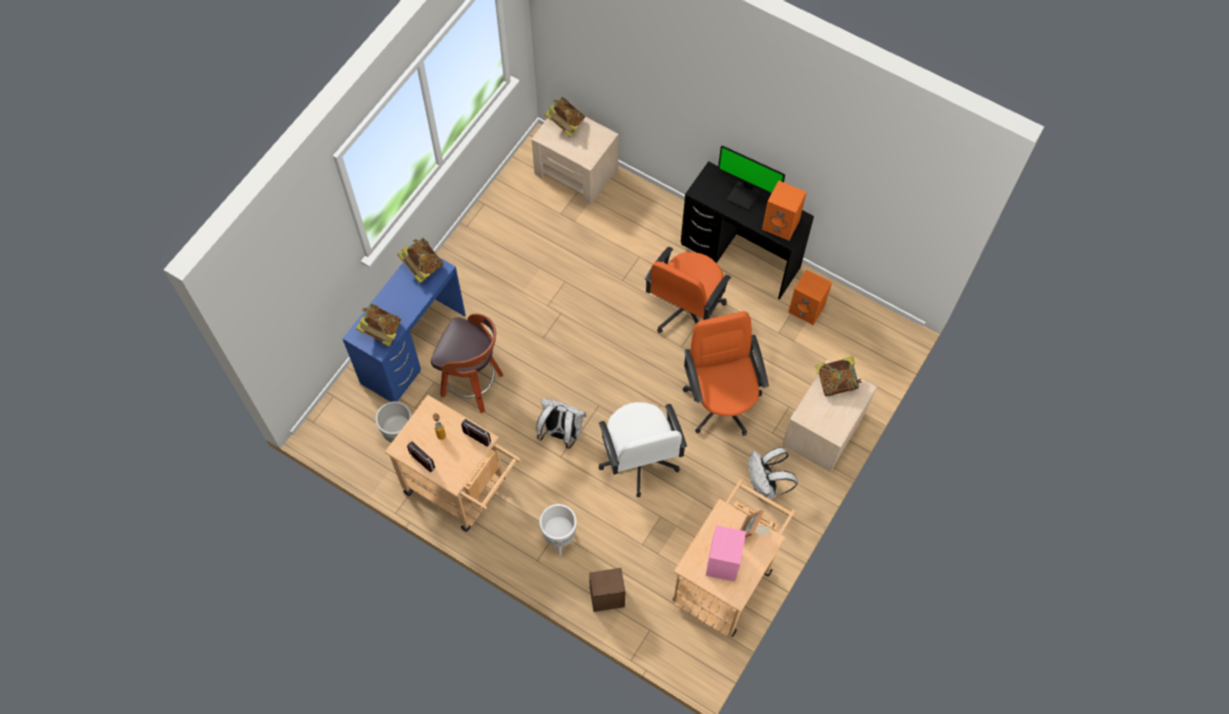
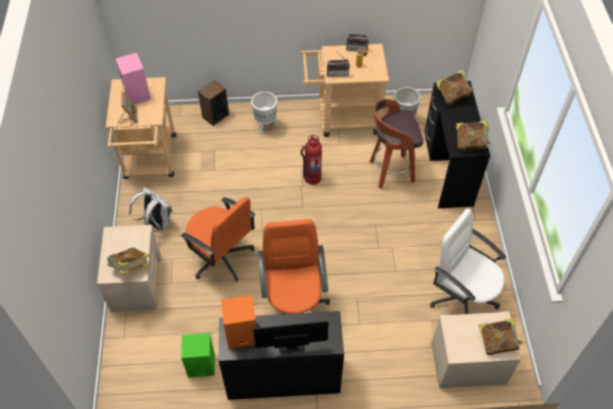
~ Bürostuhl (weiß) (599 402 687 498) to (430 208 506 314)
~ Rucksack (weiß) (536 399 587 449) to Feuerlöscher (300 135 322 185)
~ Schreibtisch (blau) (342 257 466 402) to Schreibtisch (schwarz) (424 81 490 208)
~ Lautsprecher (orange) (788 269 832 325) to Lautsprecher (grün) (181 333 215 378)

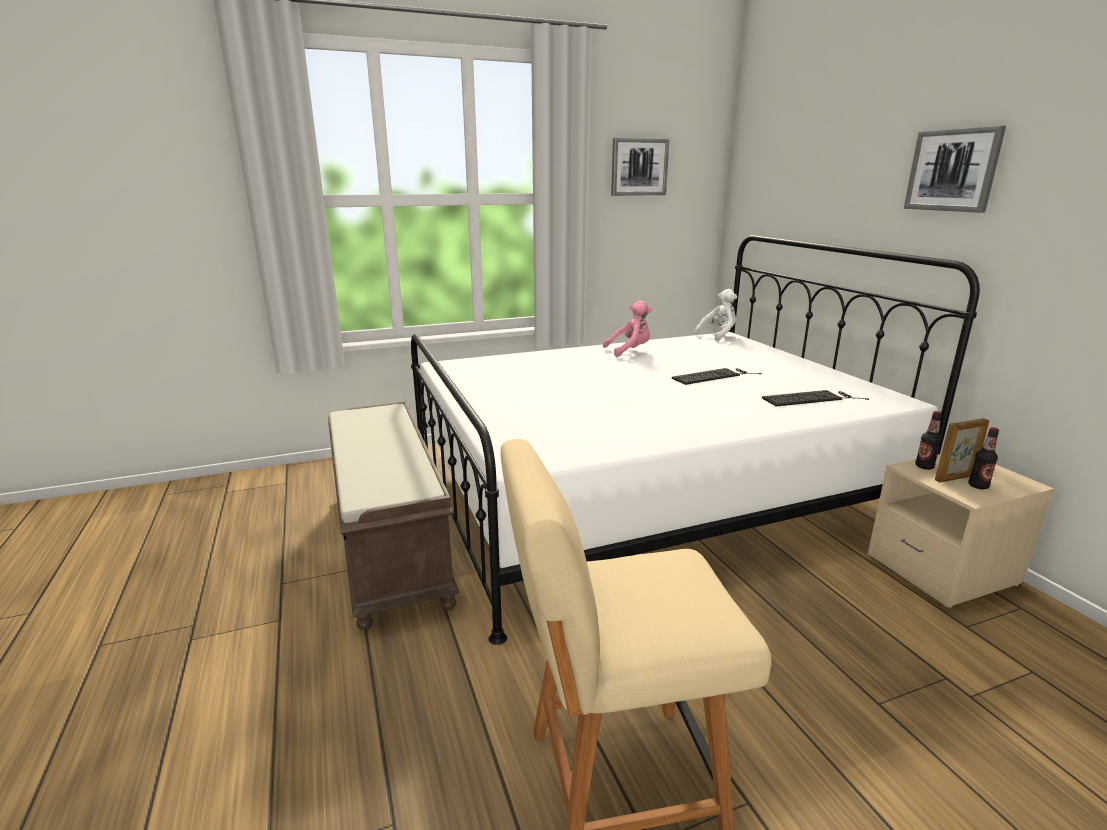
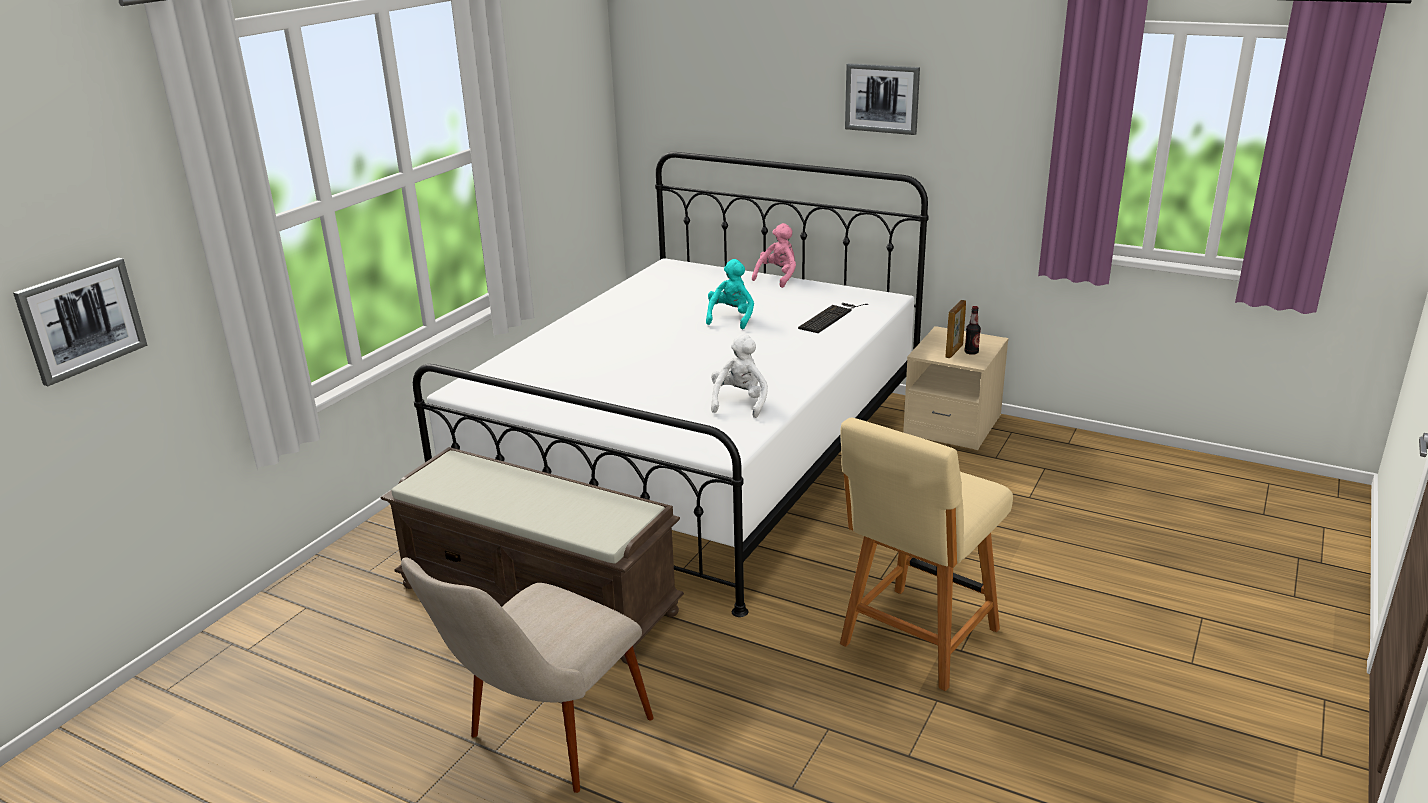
- Flasche (915 411 942 470)
+ Stuhl (beige) (401 558 654 793)
~ Plüschtier (rosa) (603 301 652 357) to (752 223 796 288)
~ Bild (611 138 669 196) to (13 258 147 386)
~ Plüschtier (weiß) (694 289 737 341) to (711 334 768 418)
~ Tastatur (672 368 762 385) to Plüschtier (türkis) (706 259 754 329)

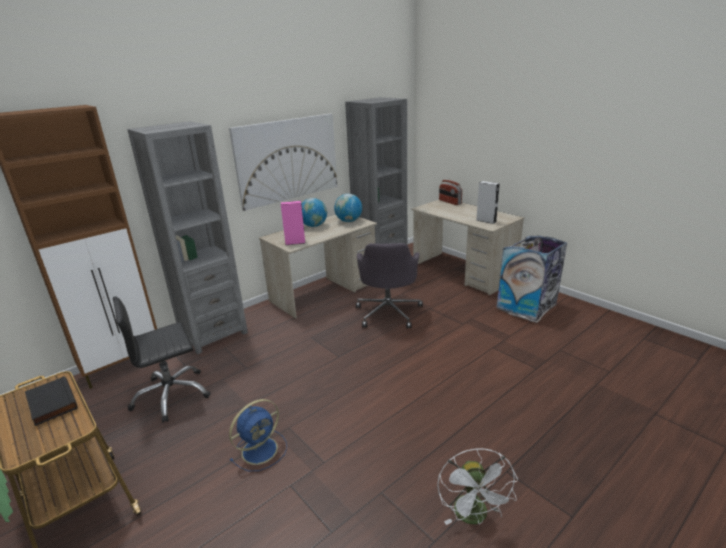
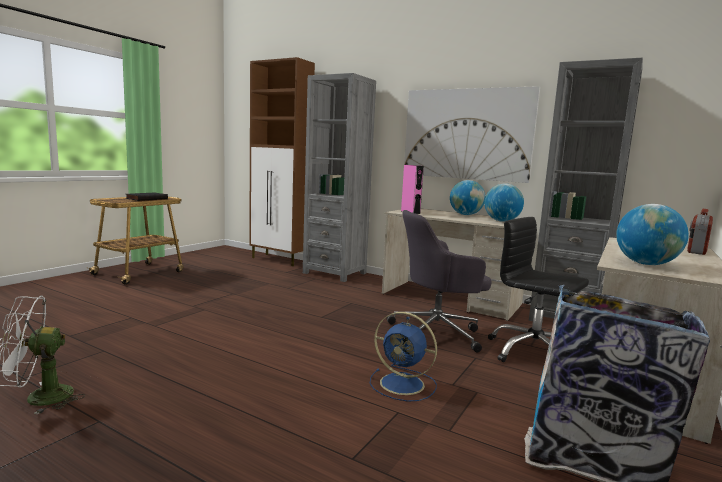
~ Bürostuhl (schwarz) (113 296 211 422) to (488 217 589 362)
~ Ventilator (blau) (229 399 287 471) to (370 312 437 402)
~ Lautsprecher (grau) (476 181 500 224) to Globus (616 204 689 265)

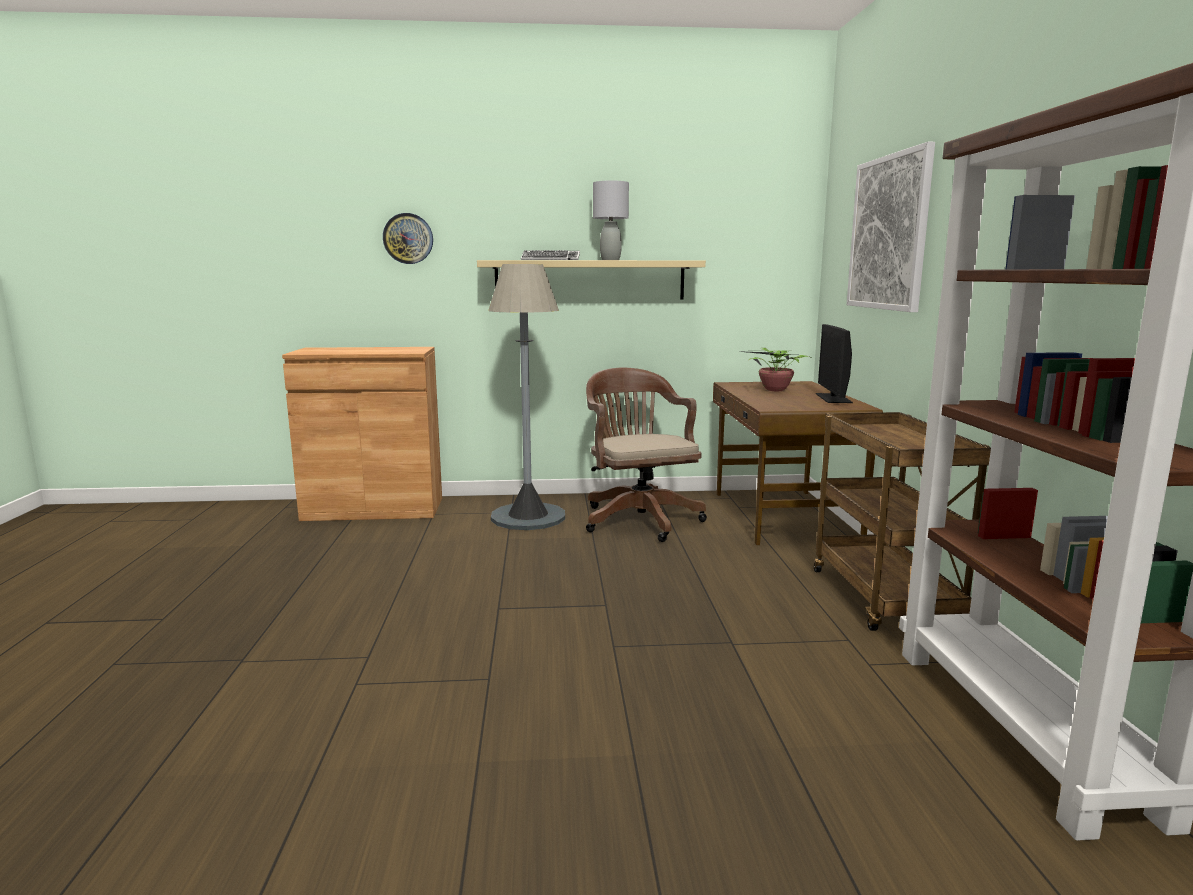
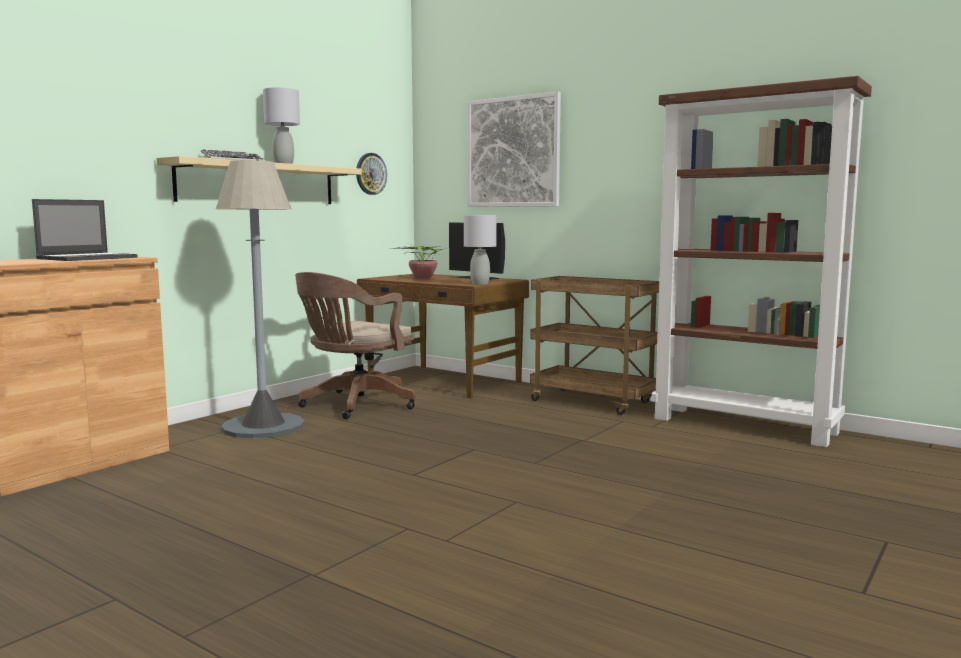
+ Laptop (32 199 138 261)
+ Tischlampe (grau) (464 215 497 285)
~ Wanduhr (383 213 433 264) to (356 153 387 195)
~ Bürostuhl (braun) (586 368 707 542) = (295 272 416 419) 75 degrees counterclockwise

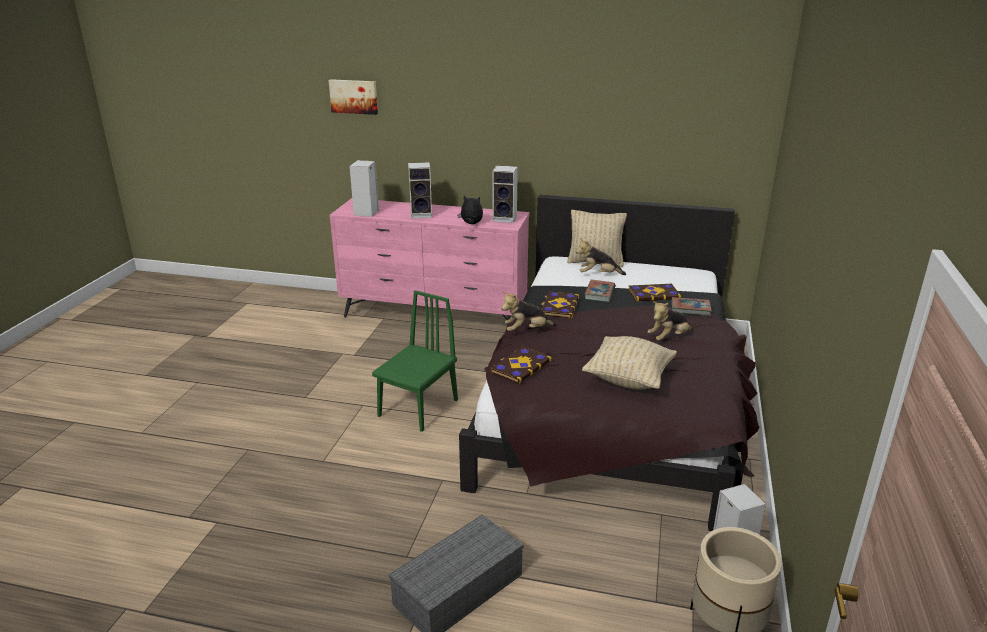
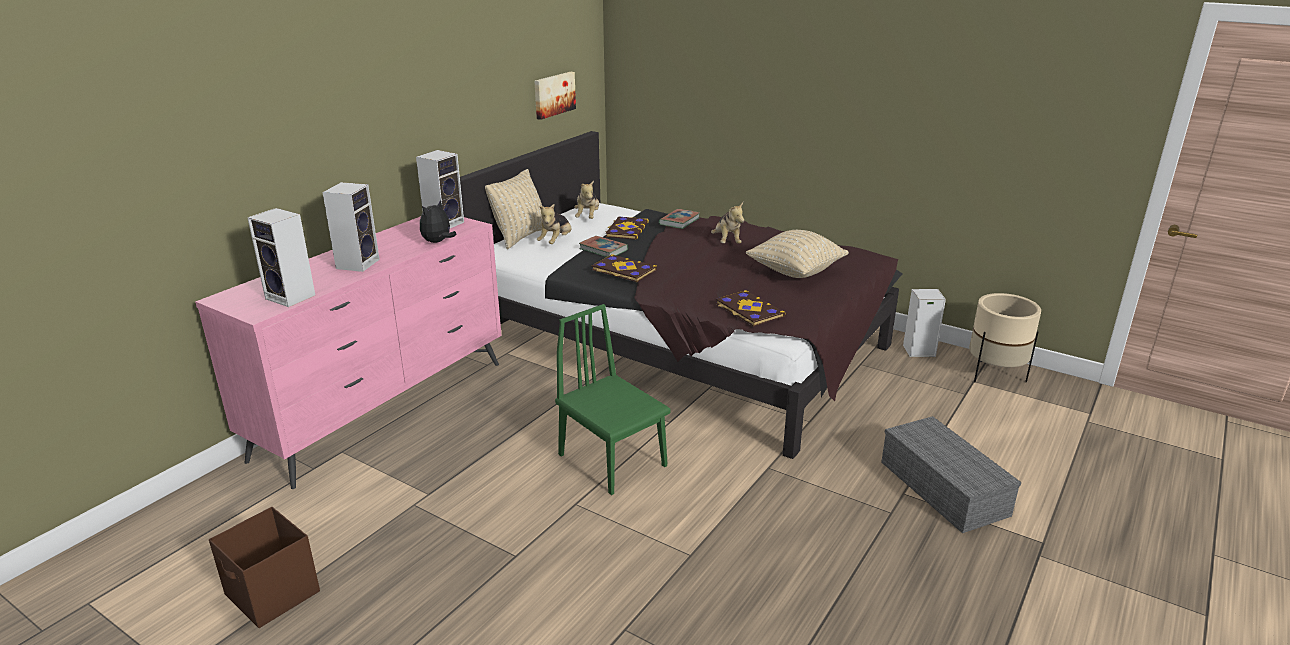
+ Aufbewahrungsbox (braun) (209 507 320 628)
~ Bild (328 79 378 115) to (535 72 576 120)
~ Plüschtier (501 292 557 331) to (574 180 599 219)

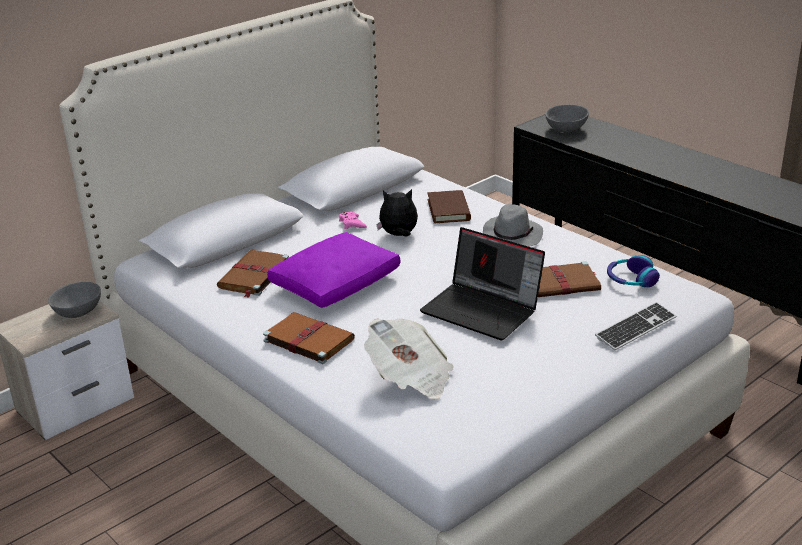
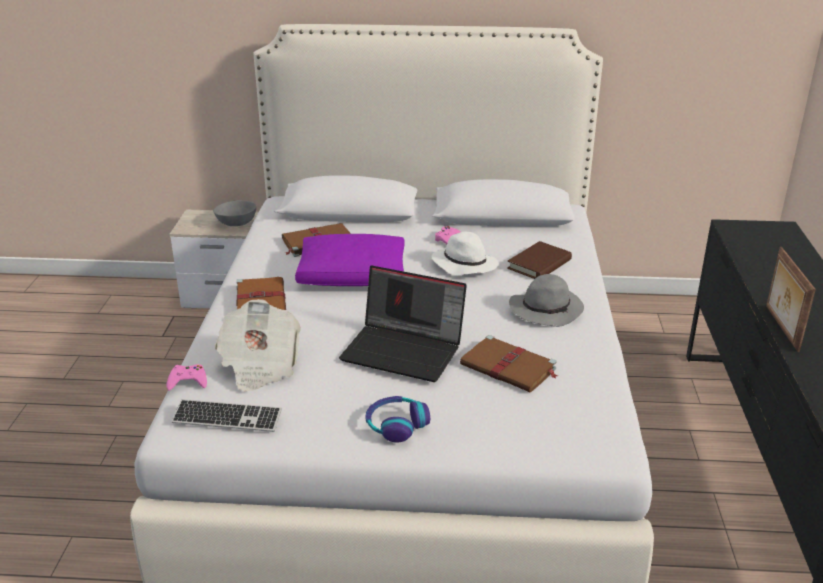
- Schüssel (grau) (545 105 589 132)
+ Gamepad (rosa) (166 364 207 391)
+ Bilderrahmen (766 247 816 352)
~ Tastatur (595 302 676 350) to (172 399 282 432)
~ Kopfhörer (607 255 660 287) to (365 396 430 443)
~ Plüschtier (377 189 418 237) to Hut (weiß) (432 231 499 275)
~ Laptop (420 227 545 340) = (339 265 467 382) 60 degrees counterclockwise

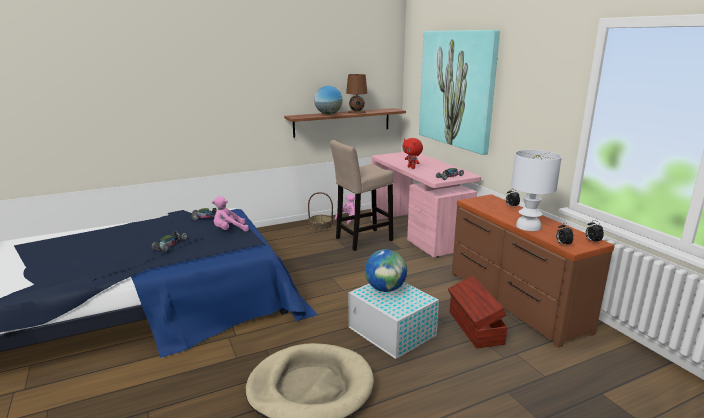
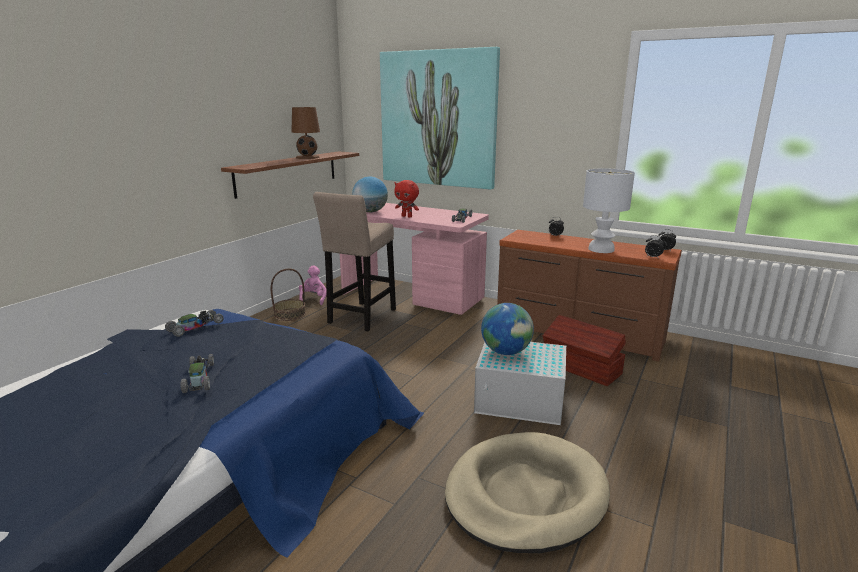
- Plüschtier (rosa) (212 196 249 232)
~ Globus (314 86 343 115) to (352 176 388 212)

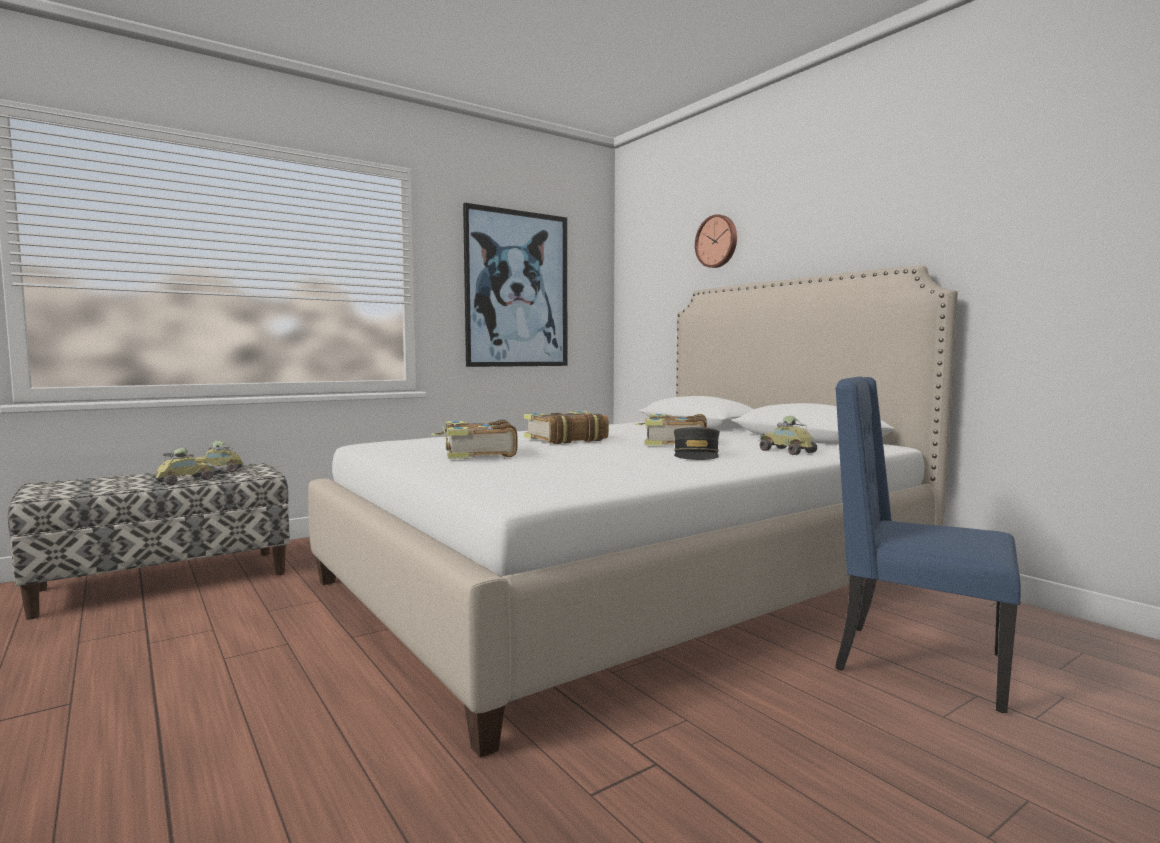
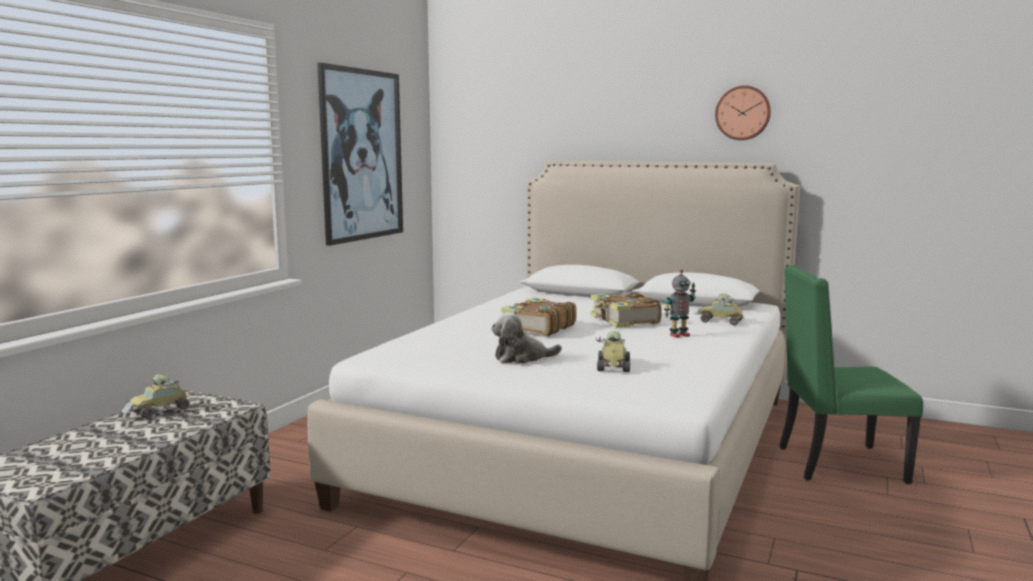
~ Spielzeugauto (155 448 218 485) to (596 331 630 372)
~ Wanduhr (695 214 737 268) to (715 85 771 140)
~ Buch (431 420 518 459) to Plüschtier (491 312 562 364)
~ Kappe (grau) (674 427 720 460) to Spielzeugroboter (664 269 696 338)
~ Stuhl (blau) (835 377 1021 713) to Stuhl (grün) (779 265 923 484)

